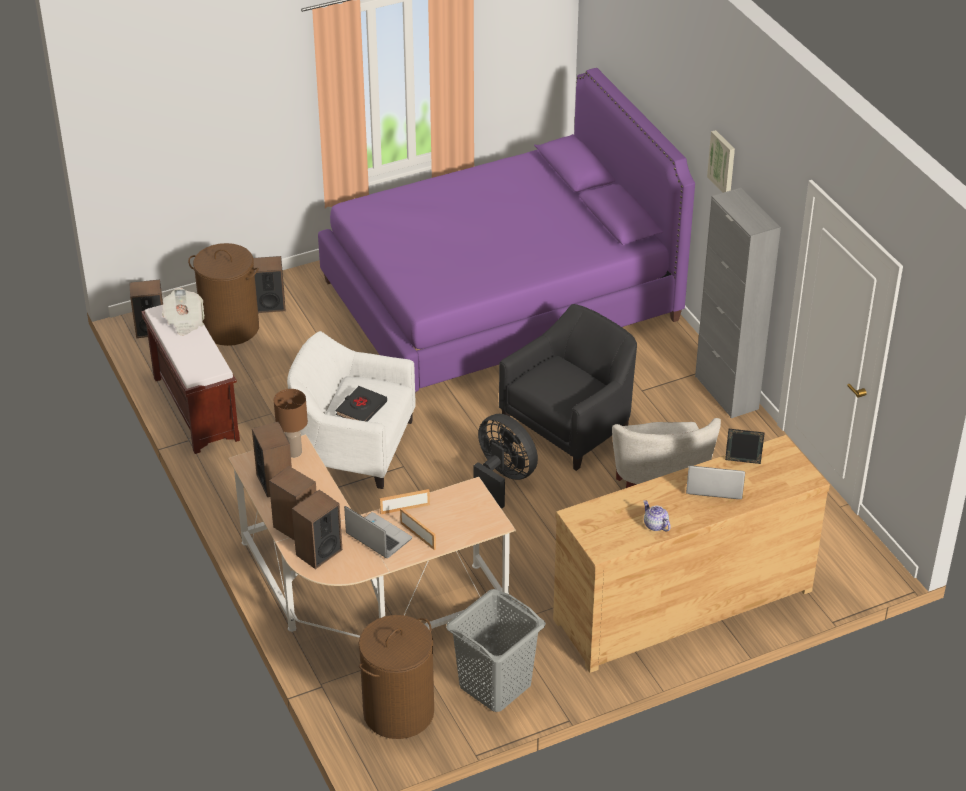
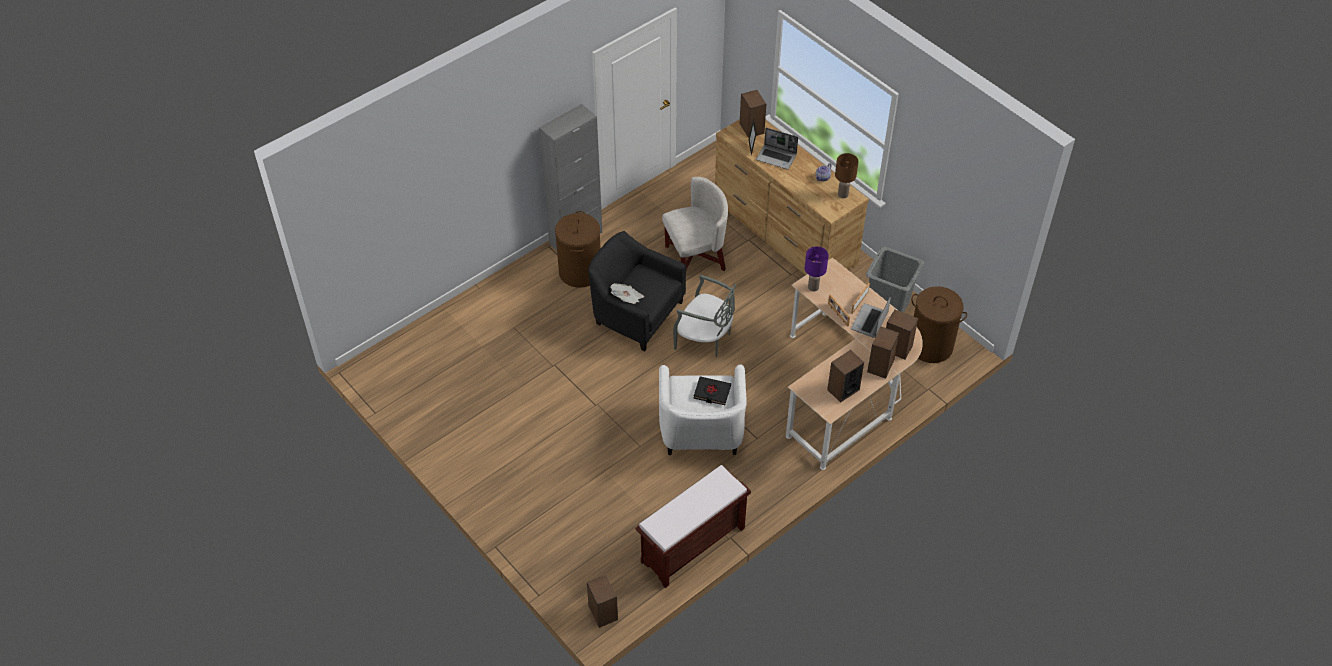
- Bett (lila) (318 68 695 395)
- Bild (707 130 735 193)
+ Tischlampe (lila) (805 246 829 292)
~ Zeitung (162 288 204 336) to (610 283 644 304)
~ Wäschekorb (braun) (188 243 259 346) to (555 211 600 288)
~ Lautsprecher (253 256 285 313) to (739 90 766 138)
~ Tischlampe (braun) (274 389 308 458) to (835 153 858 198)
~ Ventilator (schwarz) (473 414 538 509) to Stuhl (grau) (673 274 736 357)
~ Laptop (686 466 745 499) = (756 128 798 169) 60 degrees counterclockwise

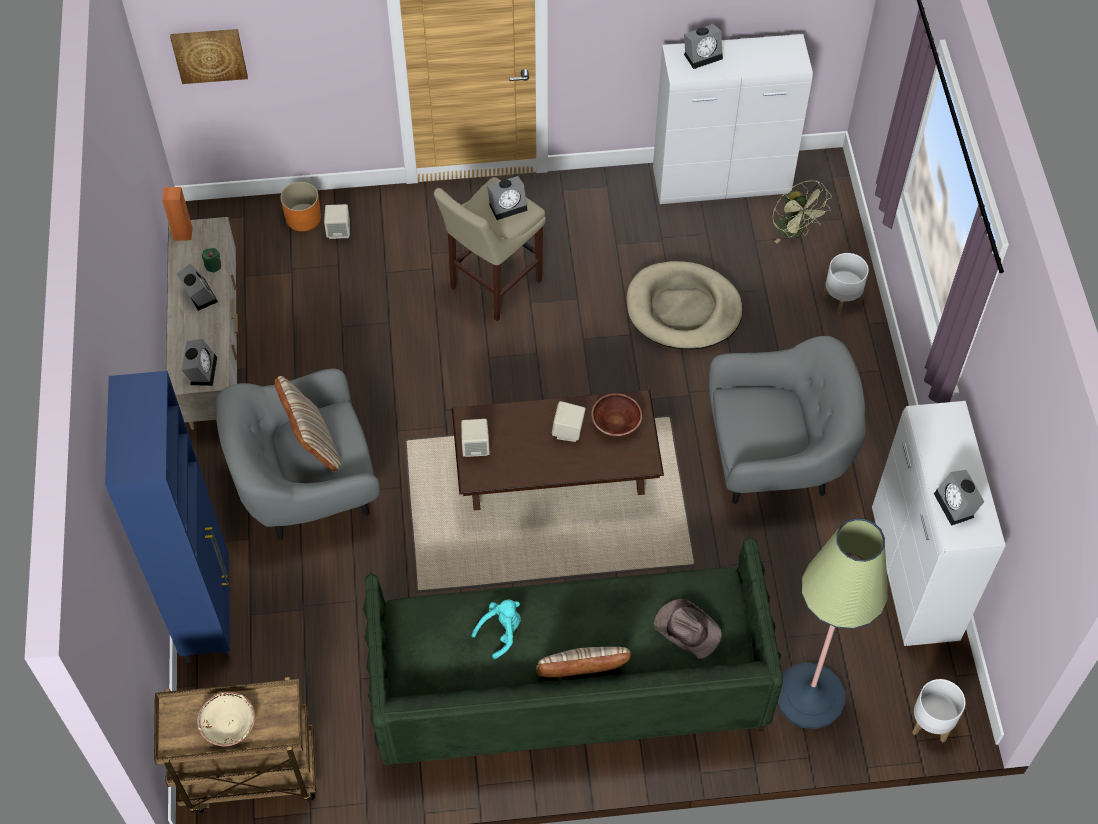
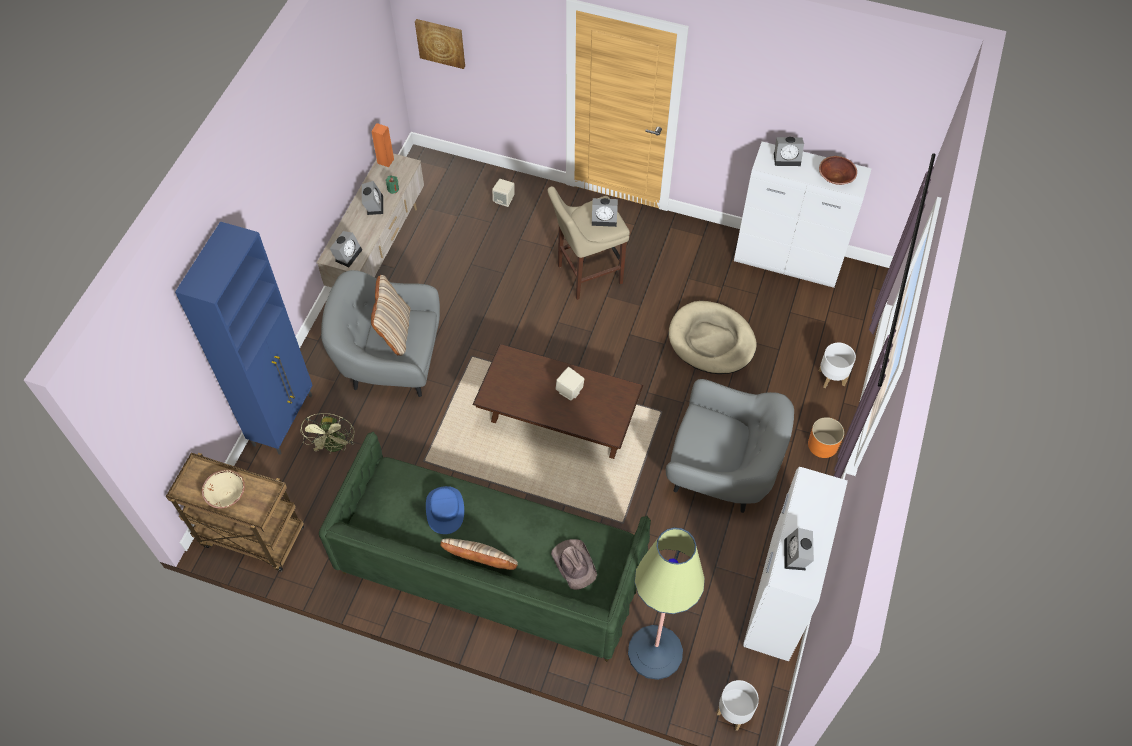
- Lautsprecher (beige) (461 419 490 457)
~ Pflanzkübel (orange) (280 182 321 231) to (808 417 844 458)
~ Schüssel (braun) (591 393 642 436) to (819 156 857 185)
~ Ventilator (grün) (773 180 832 243) to (300 413 354 454)
~ Plüschtier (türkis) (472 599 521 659) to Hut (blau) (426 486 464 534)

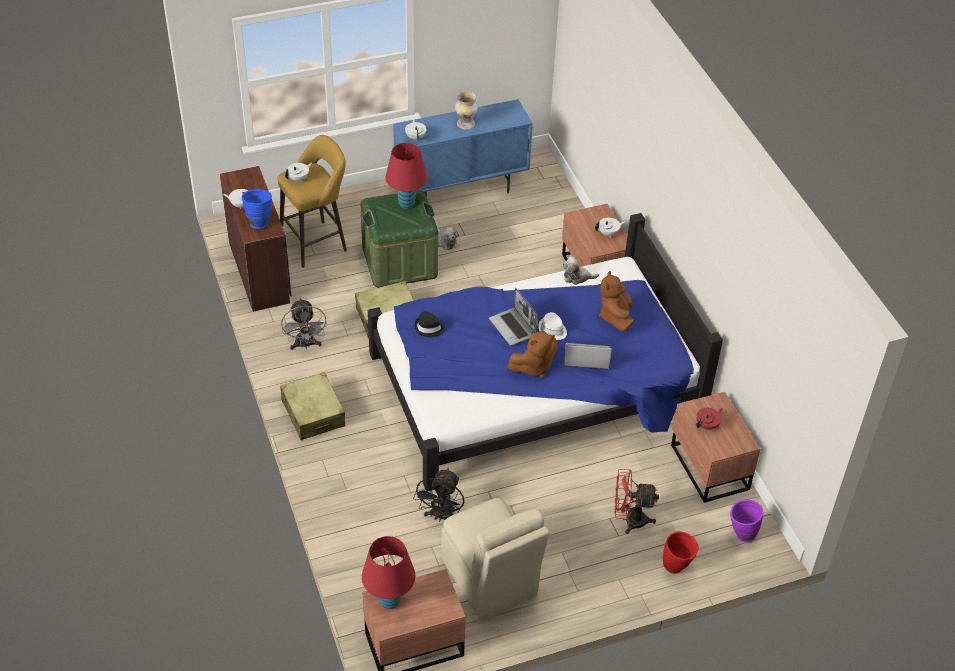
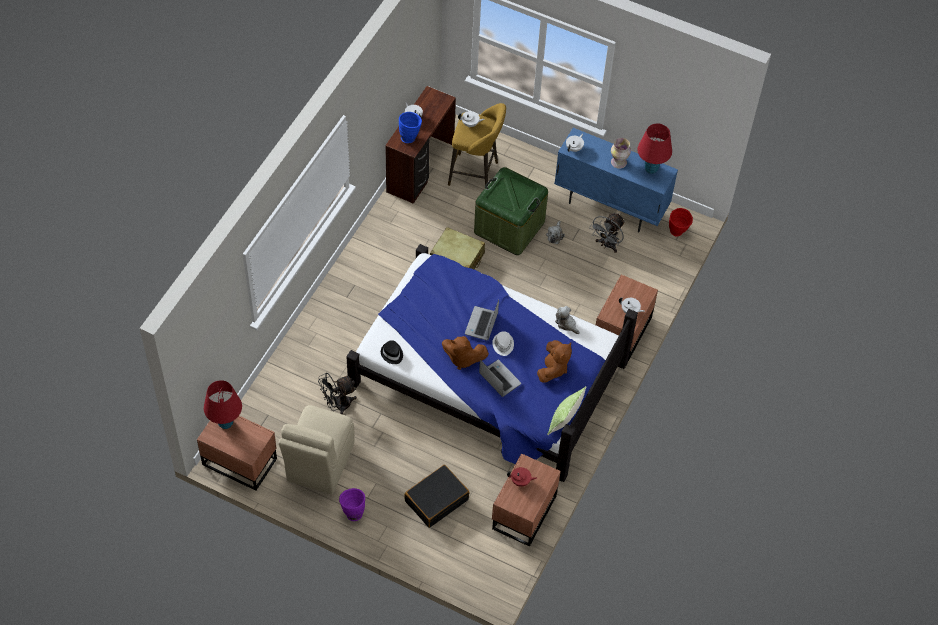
- Koffer (beige) (280 372 345 440)
+ Kissen (547 386 586 435)
~ Ventilator (grau) (281 298 327 350) to (589 213 625 253)
~ Tischlampe (rot) (386 143 427 209) to (637 124 672 174)
~ Hut (schwarz) (414 312 445 337) to (381 340 403 364)
~ Vase (rot) (663 531 699 574) to (669 208 693 236)
~ Vase (lila) (730 500 763 543) to (339 488 365 521)
~ Ventilator (rot) (615 469 659 534) to Koffer (schwarz) (405 465 469 528)
~ Plüschtier (braun) (599 271 634 332) = (537 340 572 383) 150 degrees clockwise

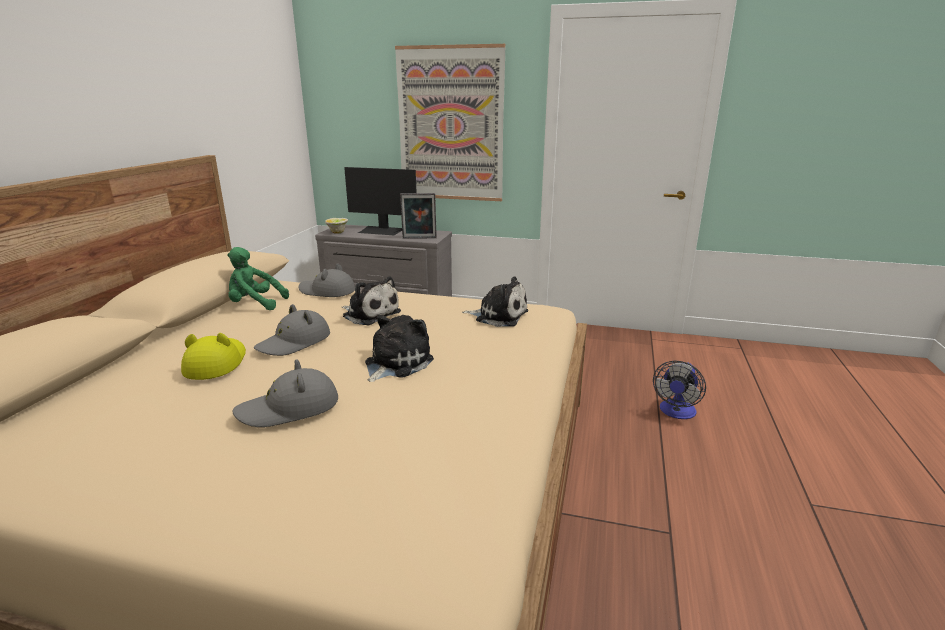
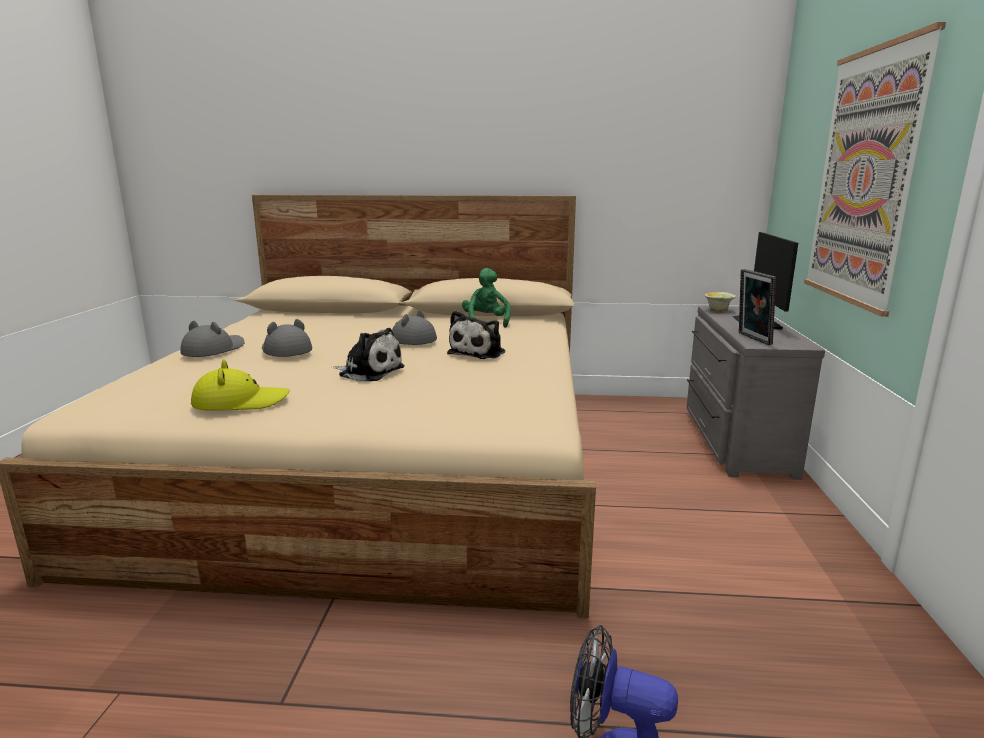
- Plüschtier (462 276 528 327)
~ Hut (gelb) (181 333 246 380) to (191 360 290 411)
~ Hut (grau) (299 263 355 297) to (180 321 244 357)

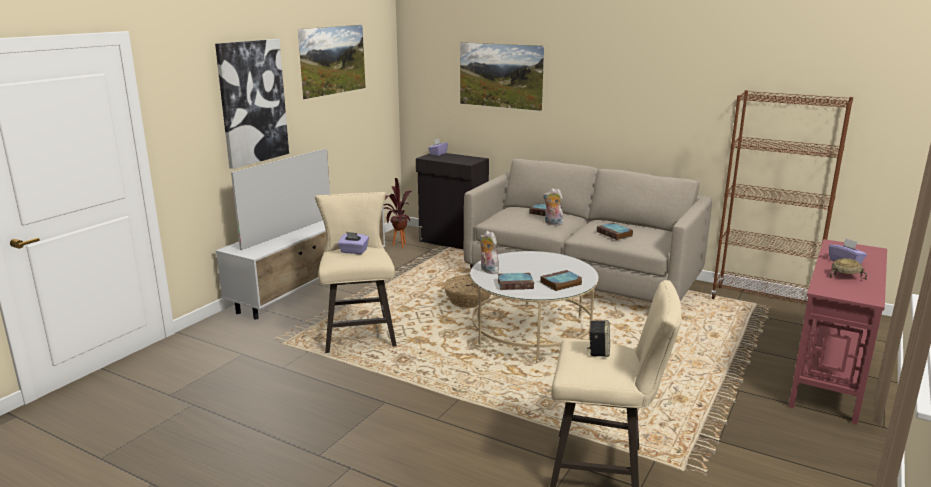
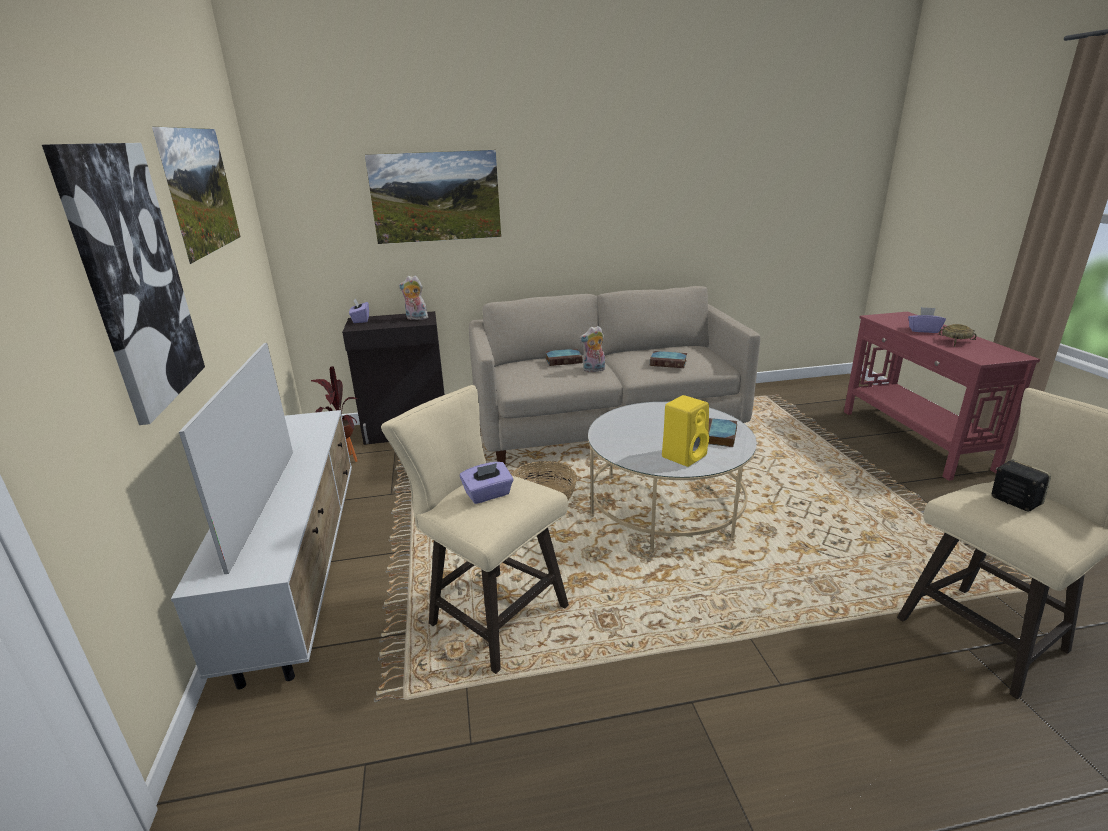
- Bücherregal (braun) (711 90 853 304)
~ Plüschtier (480 231 499 274) to (399 275 428 320)
~ Buch (498 273 534 290) to Lautsprecher (gelb) (662 395 709 467)

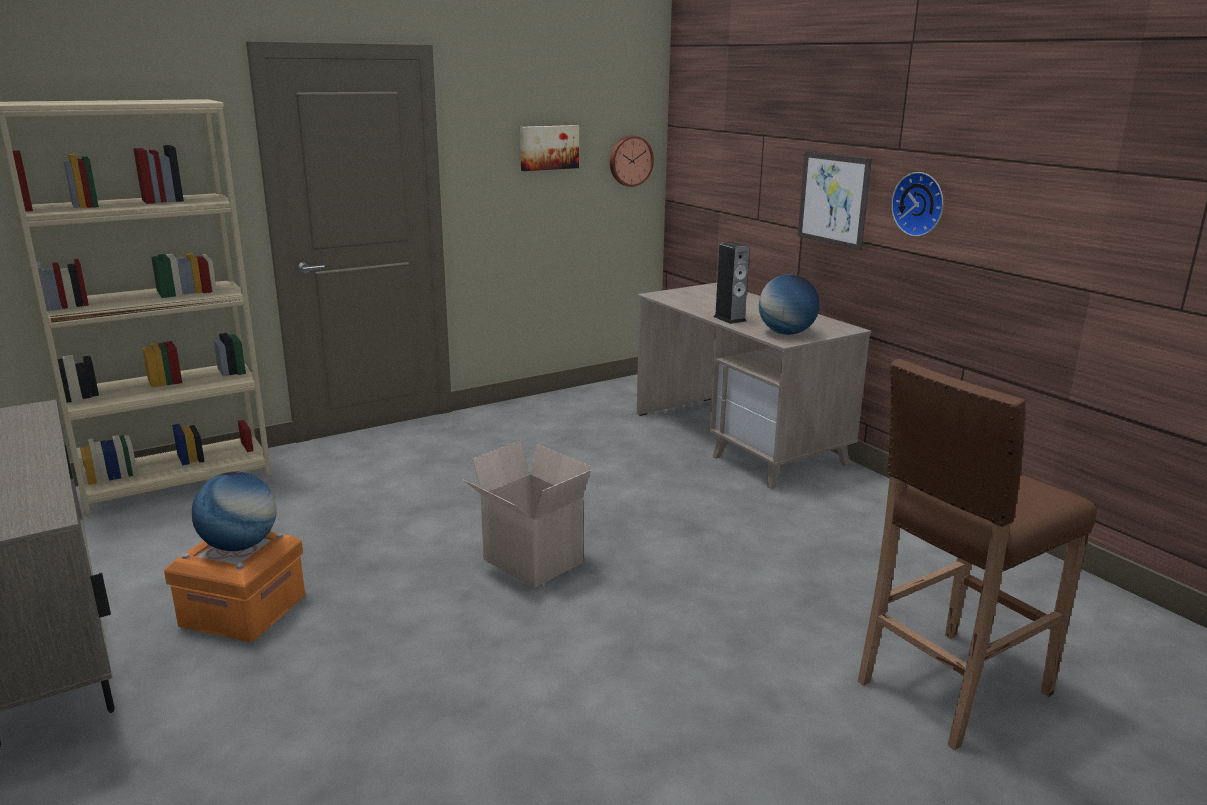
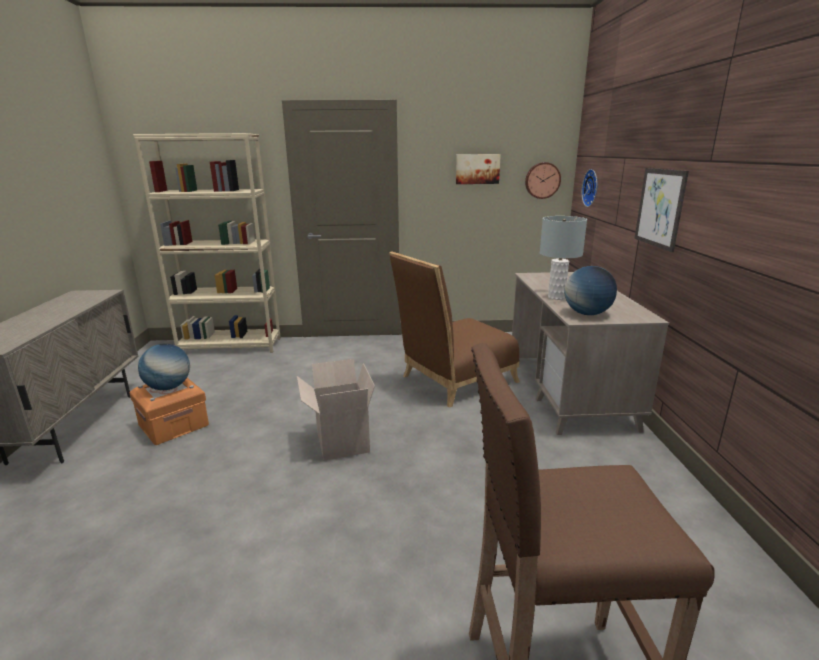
+ Stuhl (braun) (389 251 520 408)
~ Wanduhr (891 172 944 237) to (582 169 598 207)
~ Lautsprecher (713 242 749 324) to Tischlampe (grau) (540 216 587 300)

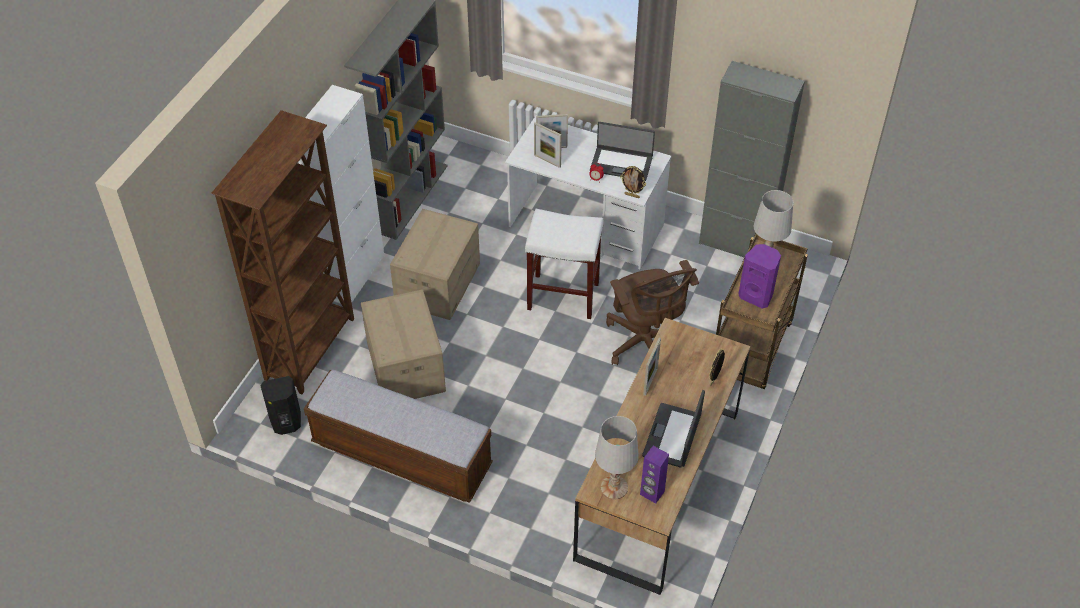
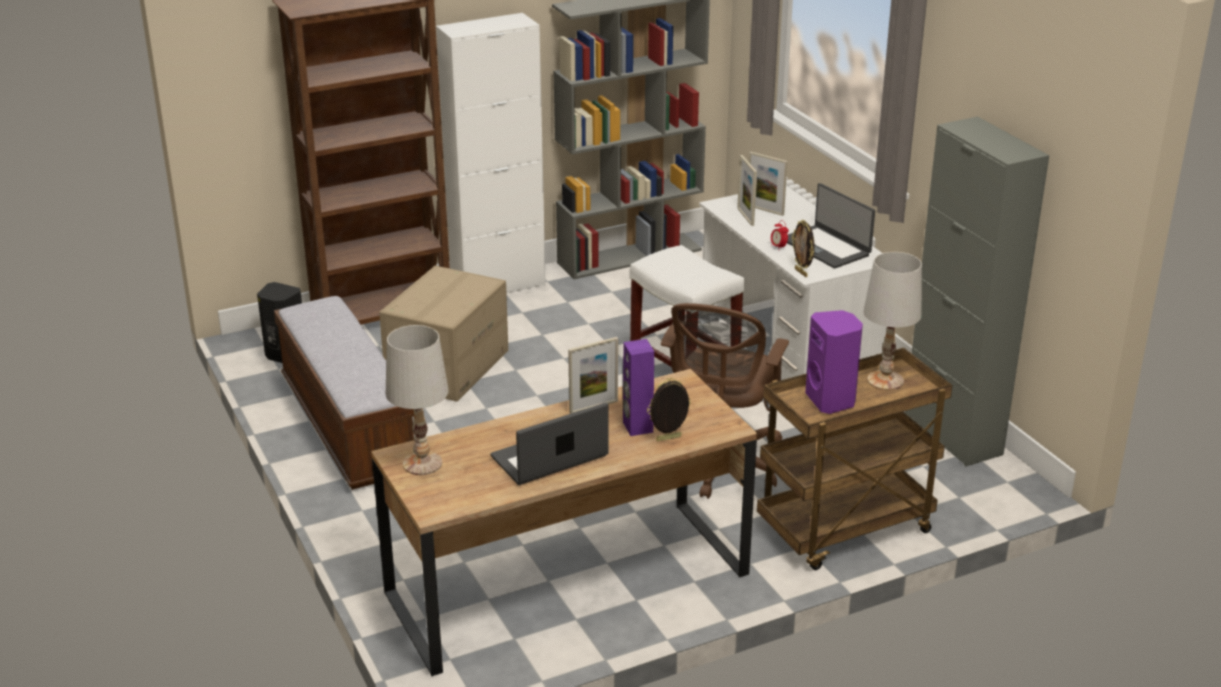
- Karton (390 209 480 320)
~ Lautsprecher (lila) (640 446 669 503) to (623 339 654 436)

